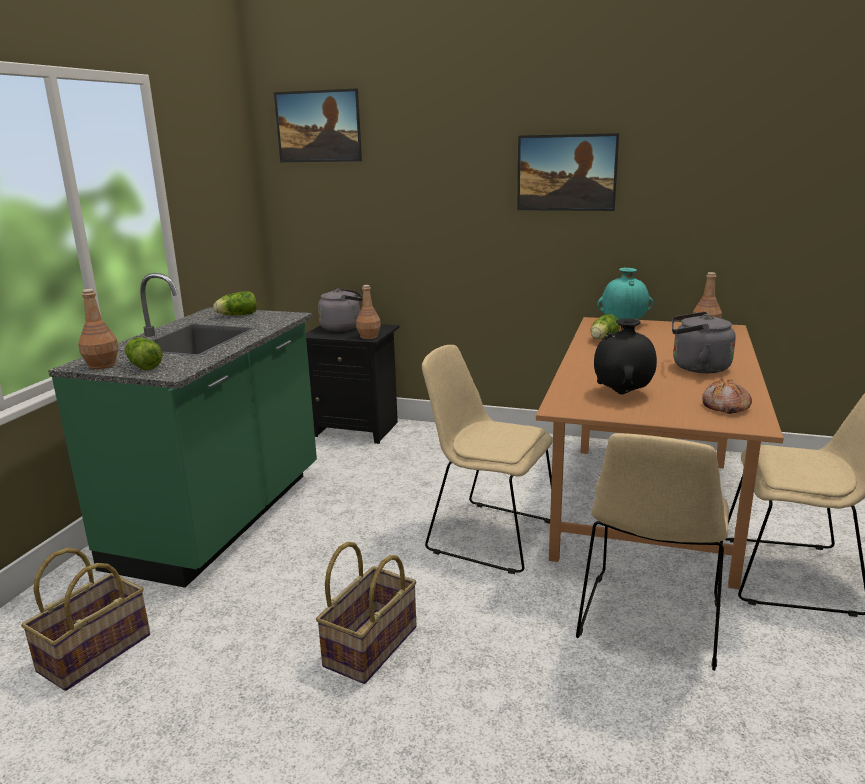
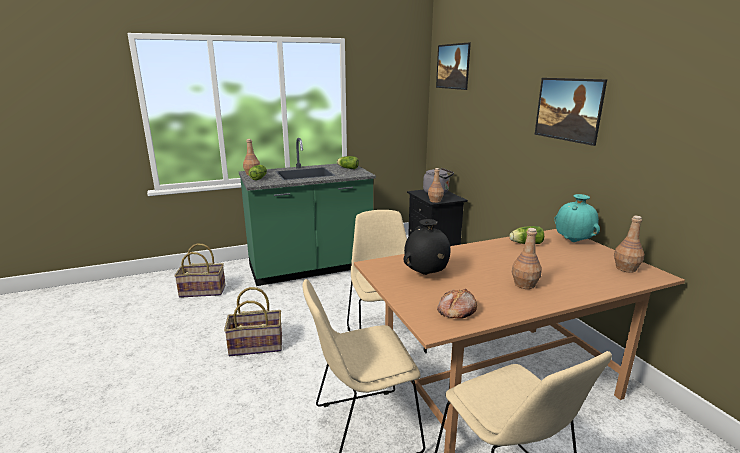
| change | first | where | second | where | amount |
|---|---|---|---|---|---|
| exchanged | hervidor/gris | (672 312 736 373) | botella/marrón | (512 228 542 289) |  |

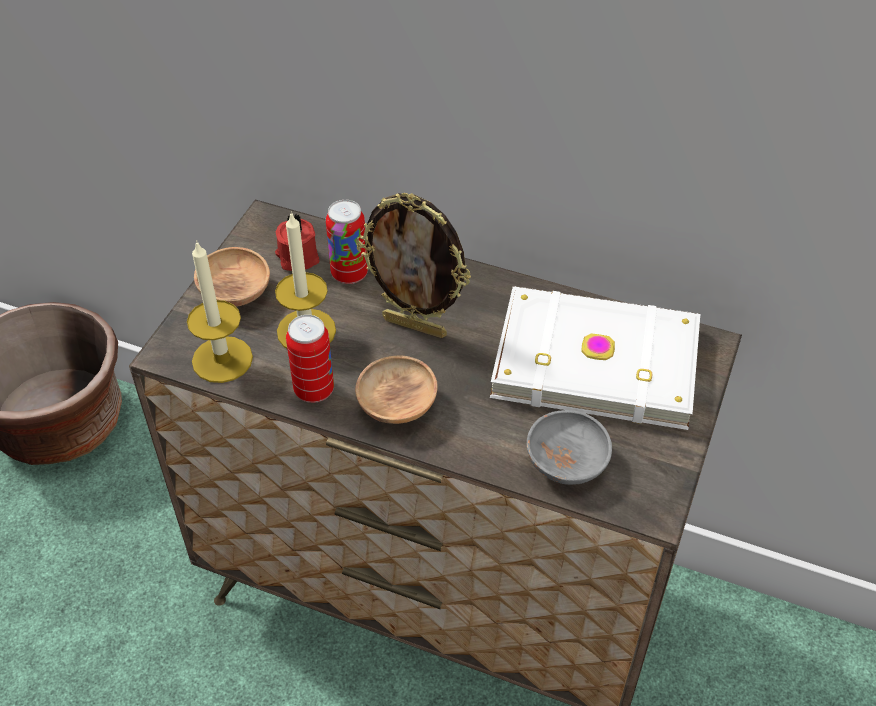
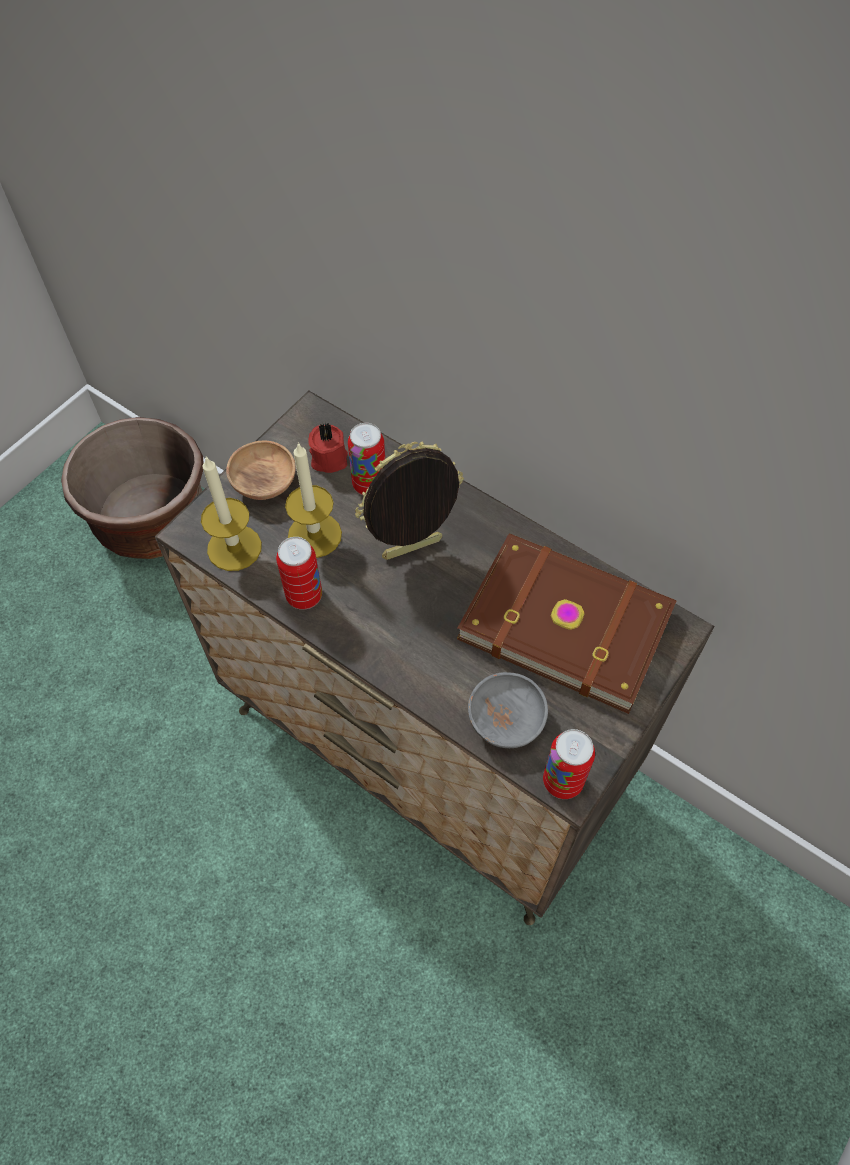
| change | first | where | second | where | amount |
|---|---|---|---|---|---|
| spun | portarretratos | (356 193 471 338) |  | (355 442 464 560) | 120 degrees clockwise |
| colour | libro/blanco | (490 286 700 430) | libro/marrón | (457 533 677 714) |  |
| missing | cuenco/marrón | (355 356 438 424) |  |  |  |
| appeared |  |  | lata | (543 729 595 799) |  |

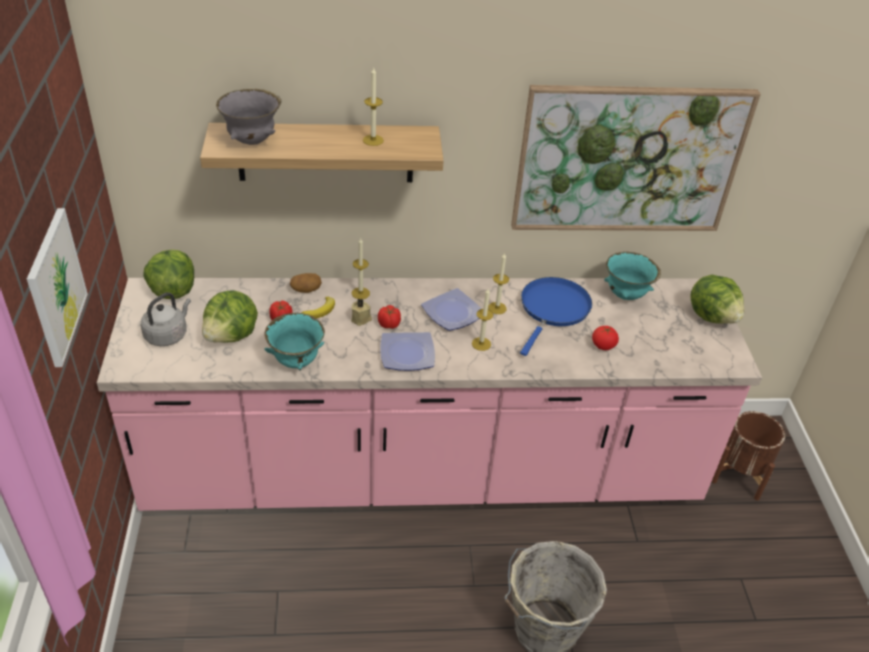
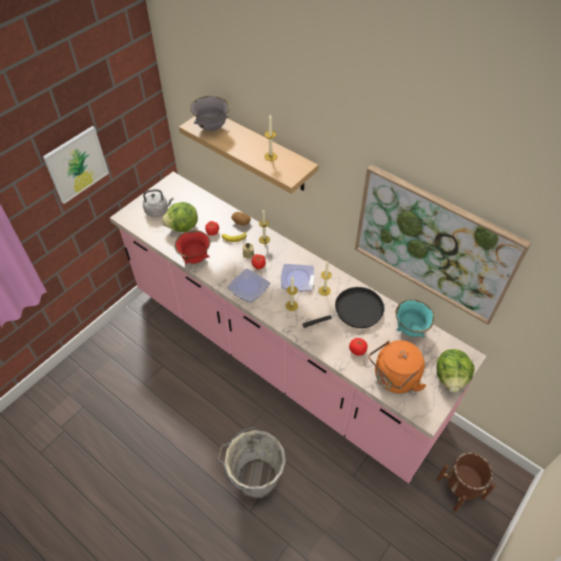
| change | first | where | second | where | amount |
|---|---|---|---|---|---|
| missing | lechuga | (143 249 194 299) |  |  |  |
| colour | sartén/azul | (520 277 592 356) | sartén/negro | (302 287 385 328) |  |
| colour | cuenco/turquesa | (264 313 325 370) | cuenco/rojo | (174 230 210 264) |  |
| appeared |  |  | hervidor/naranja | (369 340 426 394) |  |

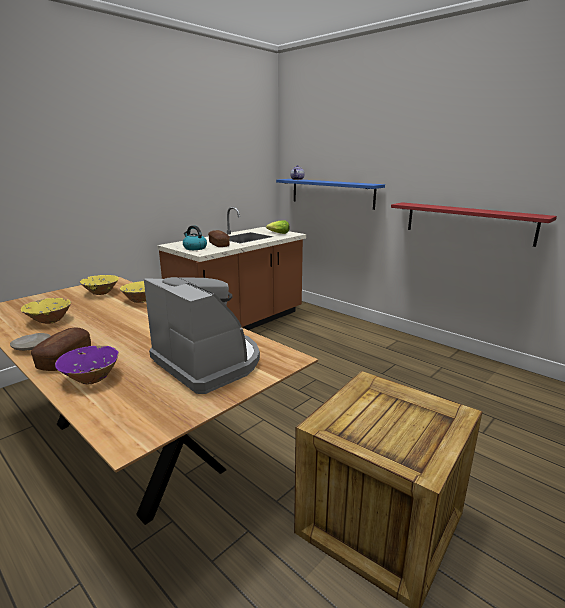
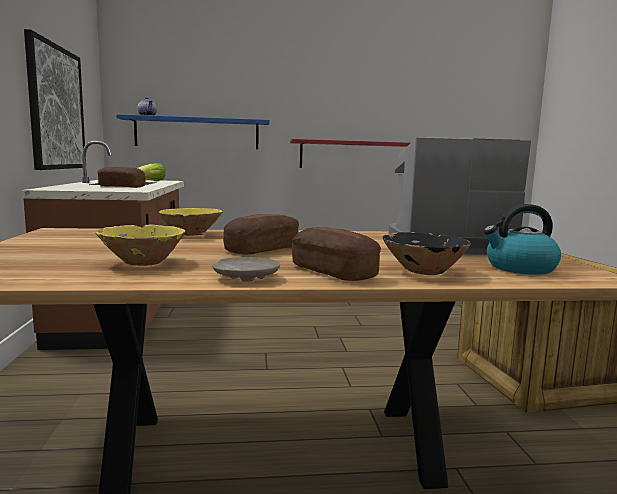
| change | first | where | second | where | amount |
|---|---|---|---|---|---|
| relocated | hervidor | (183 225 207 250) |  | (484 204 561 275) |  |
| missing | cuenco/amarillo | (80 275 119 295) |  |  |  |
| colour | cuenco/morado | (55 345 119 385) | cuenco/negro | (383 232 471 275) |  |
| appeared |  |  | cuadro | (24 29 85 170) |  |
| appeared |  |  | pan | (223 214 299 254) |  |

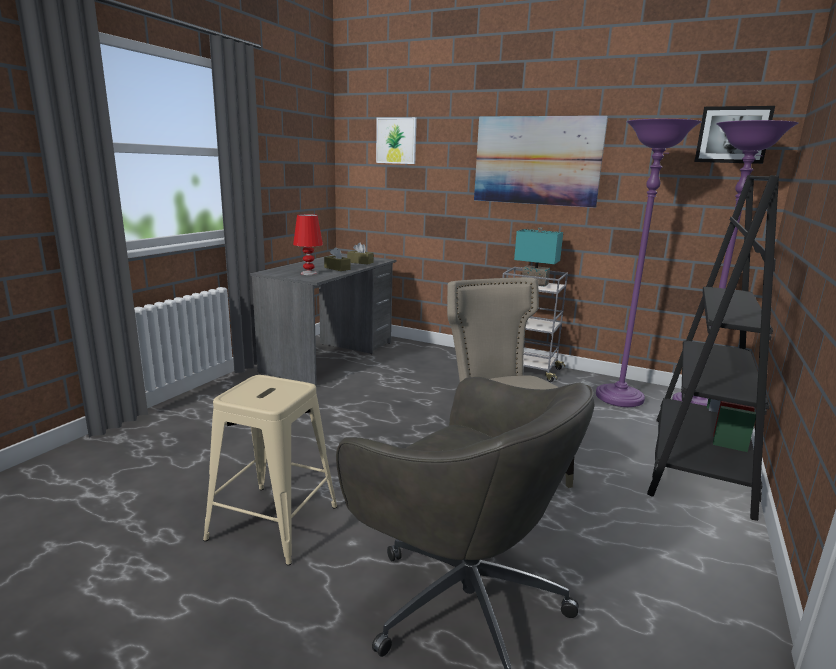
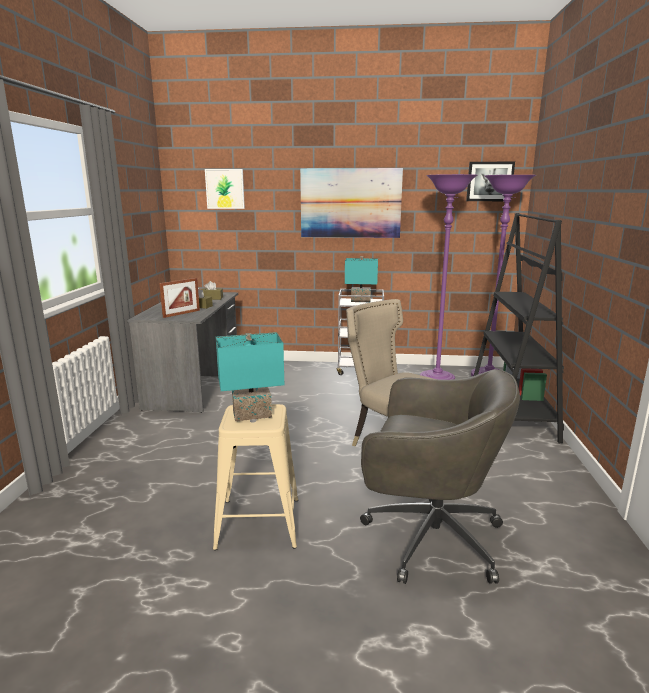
| change | first | where | second | where | amount |
|---|---|---|---|---|---|
| exchanged | lámpara de mesa/rojo | (293 214 323 275) | portarretratos | (159 278 200 318) |  |
| appeared |  |  | lámpara de mesa/turquesa | (216 332 284 421) |  |

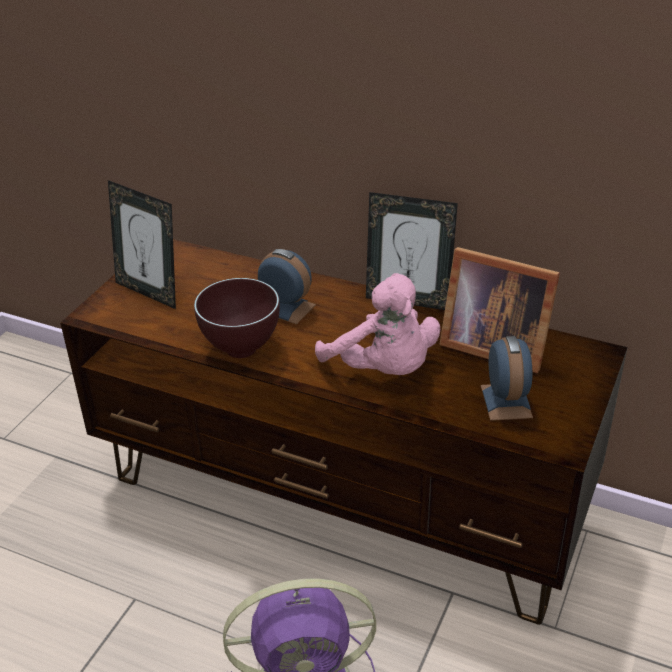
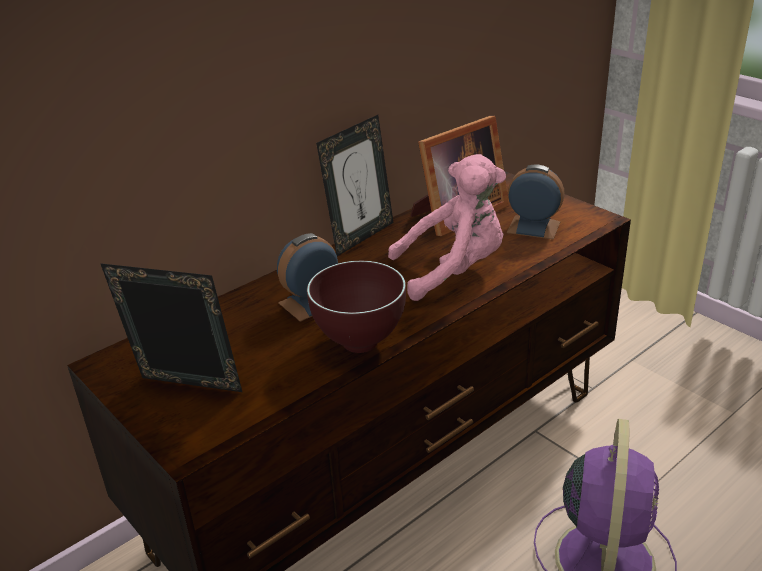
| change | first | where | second | where | amount |
|---|---|---|---|---|---|
| spun | portarretratos | (108 180 176 309) |  | (100 263 242 392) | 135 degrees counterclockwise |

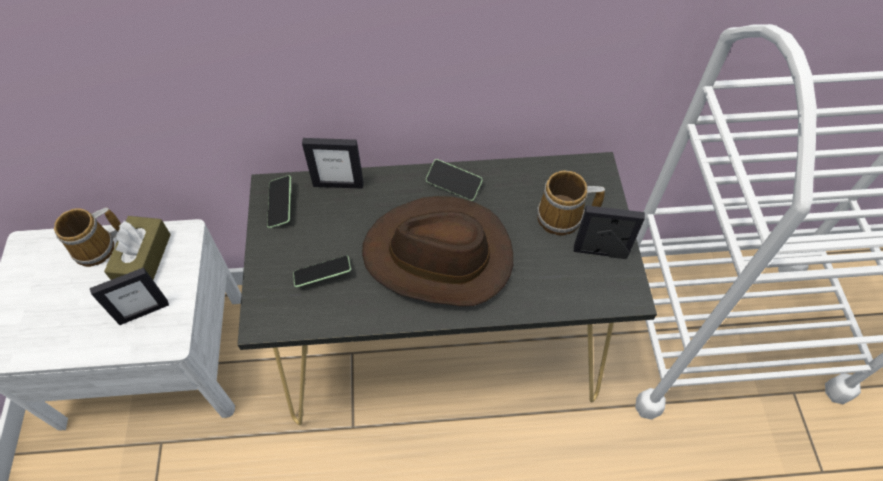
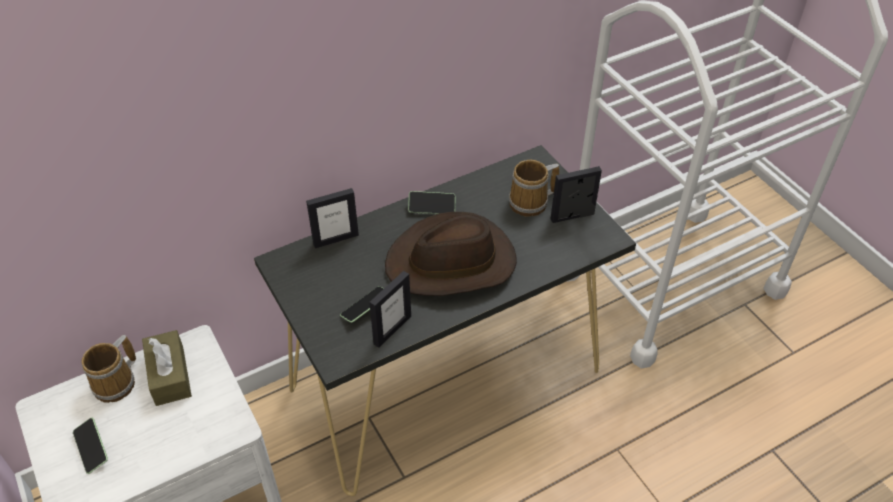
| change | first | where | second | where | amount |
|---|---|---|---|---|---|
| relocated | móvil | (267 175 291 228) |  | (73 418 108 474) |  |
| relocated | portarretratos | (90 267 169 325) |  | (369 271 411 348) |  |

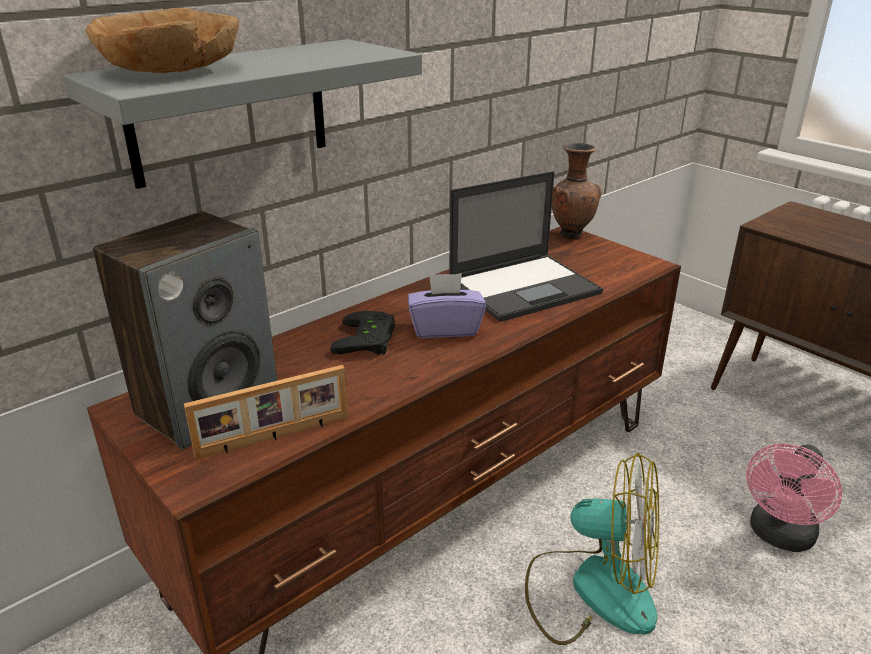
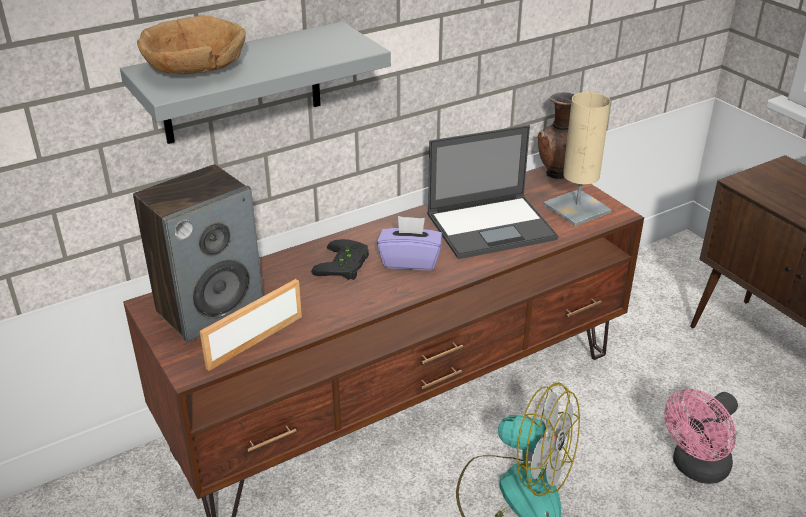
| change | first | where | second | where | amount |
|---|---|---|---|---|---|
| spun | portarretratos | (184 365 348 460) |  | (200 279 302 371) | 150 degrees clockwise |
| appeared |  |  | lámpara de mesa/beis | (544 92 611 226) |  |

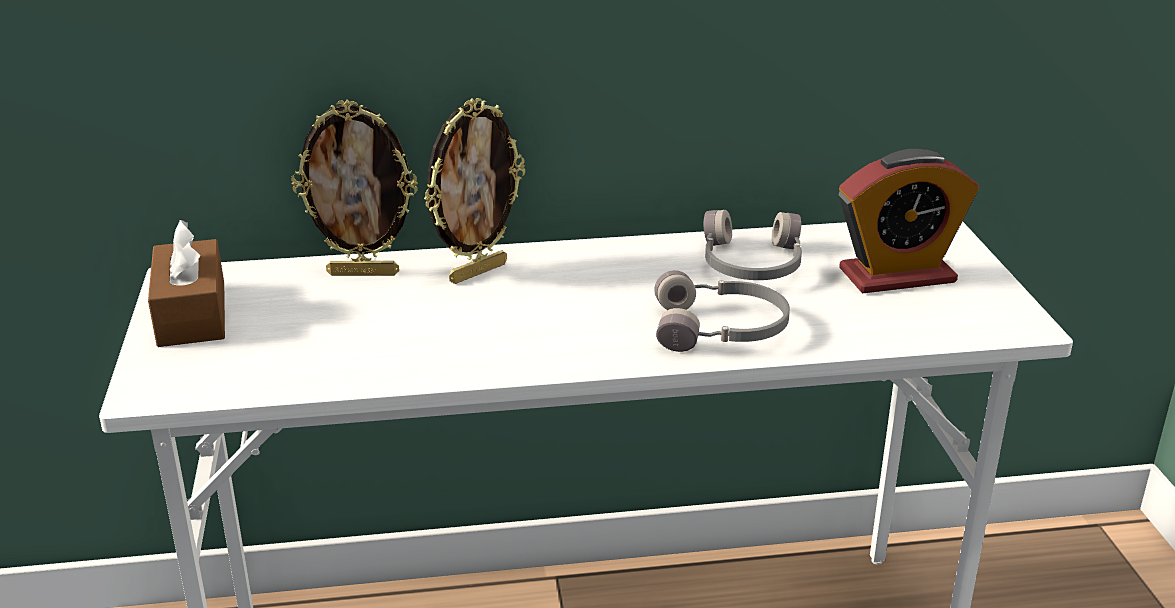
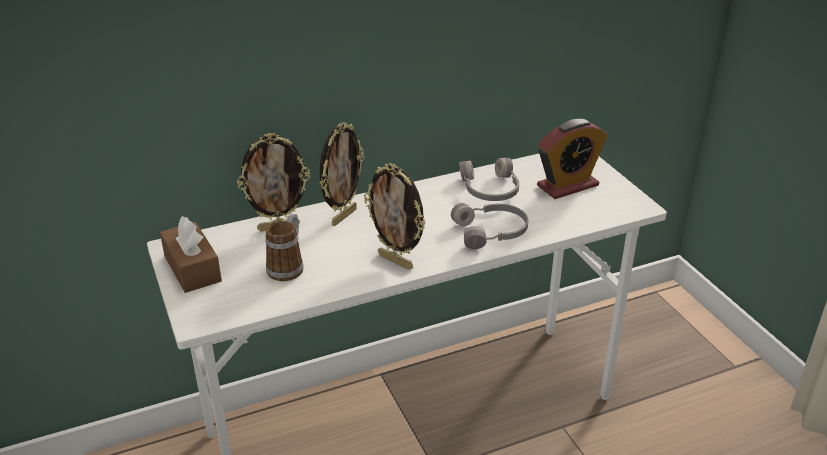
| change | first | where | second | where | amount |
|---|---|---|---|---|---|
| appeared |  |  | portarretratos | (364 163 426 270) |  |
| appeared |  |  | taza grande | (266 213 303 281) |  |

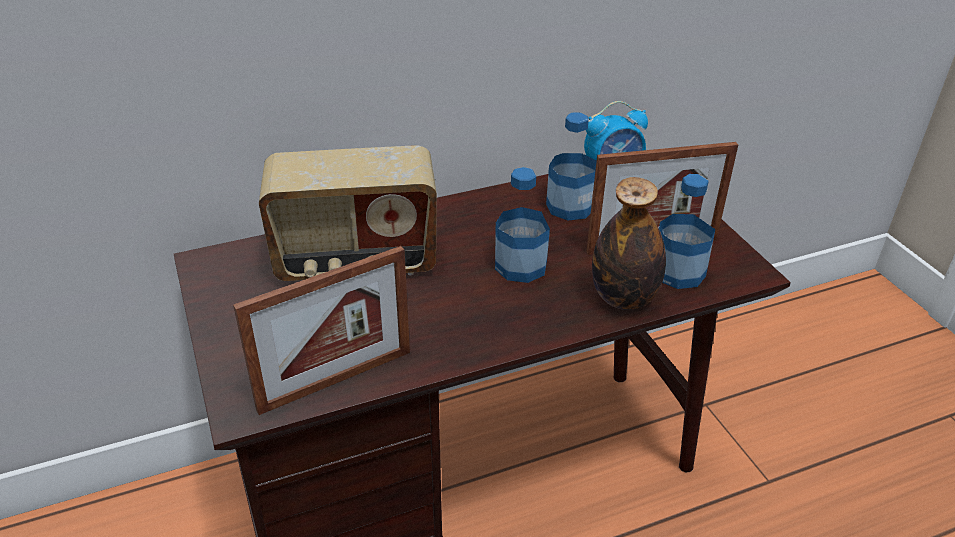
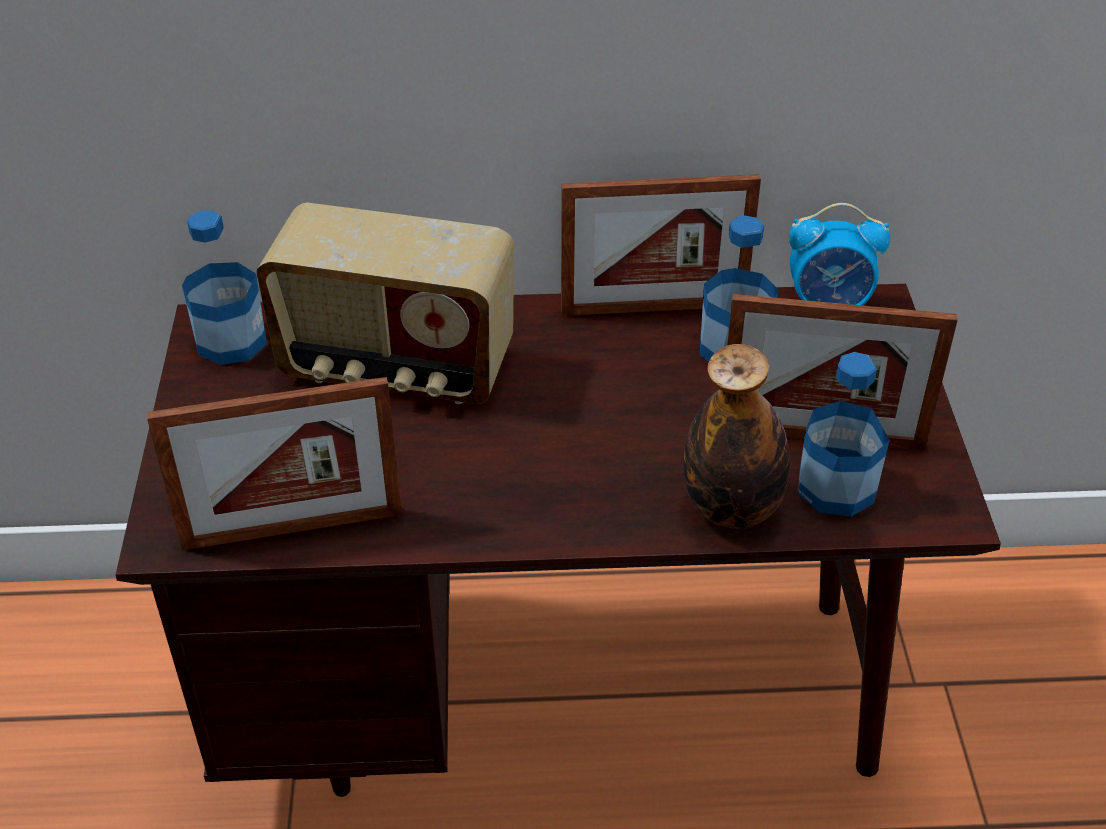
| change | first | where | second | where | amount |
|---|---|---|---|---|---|
| relocated | botella | (495 167 550 283) |  | (182 210 267 365) |  |
| appeared |  |  | portarretratos | (561 174 761 316) |  |

